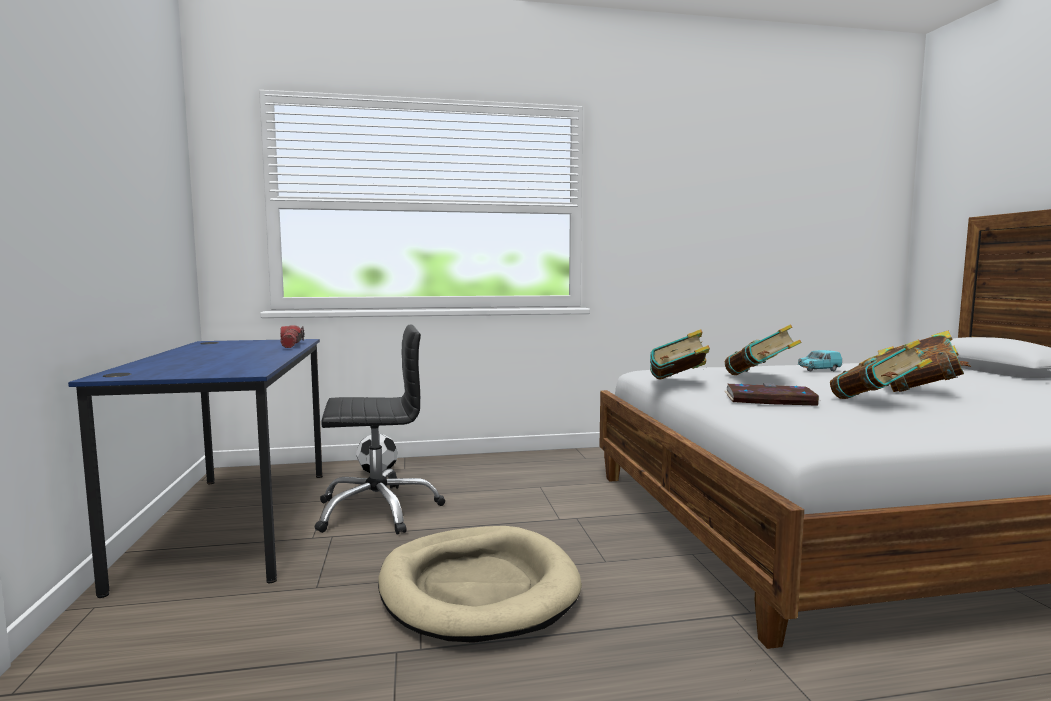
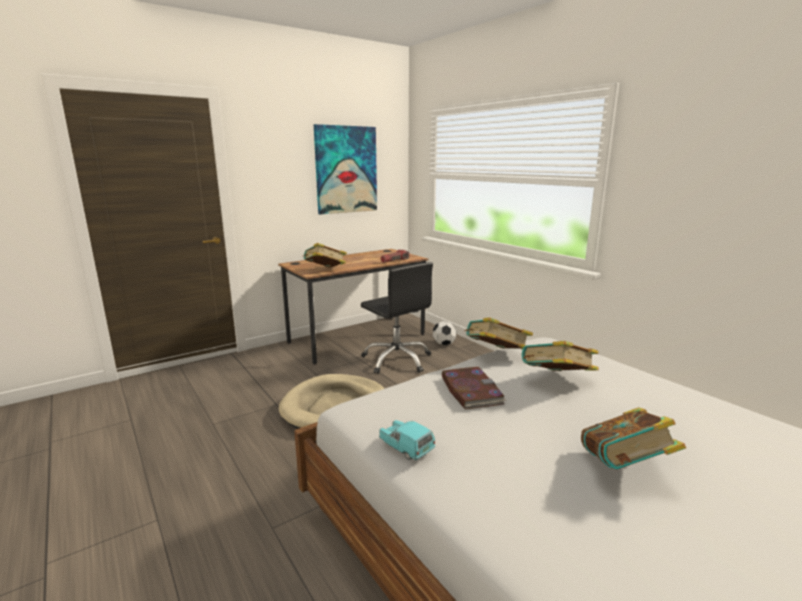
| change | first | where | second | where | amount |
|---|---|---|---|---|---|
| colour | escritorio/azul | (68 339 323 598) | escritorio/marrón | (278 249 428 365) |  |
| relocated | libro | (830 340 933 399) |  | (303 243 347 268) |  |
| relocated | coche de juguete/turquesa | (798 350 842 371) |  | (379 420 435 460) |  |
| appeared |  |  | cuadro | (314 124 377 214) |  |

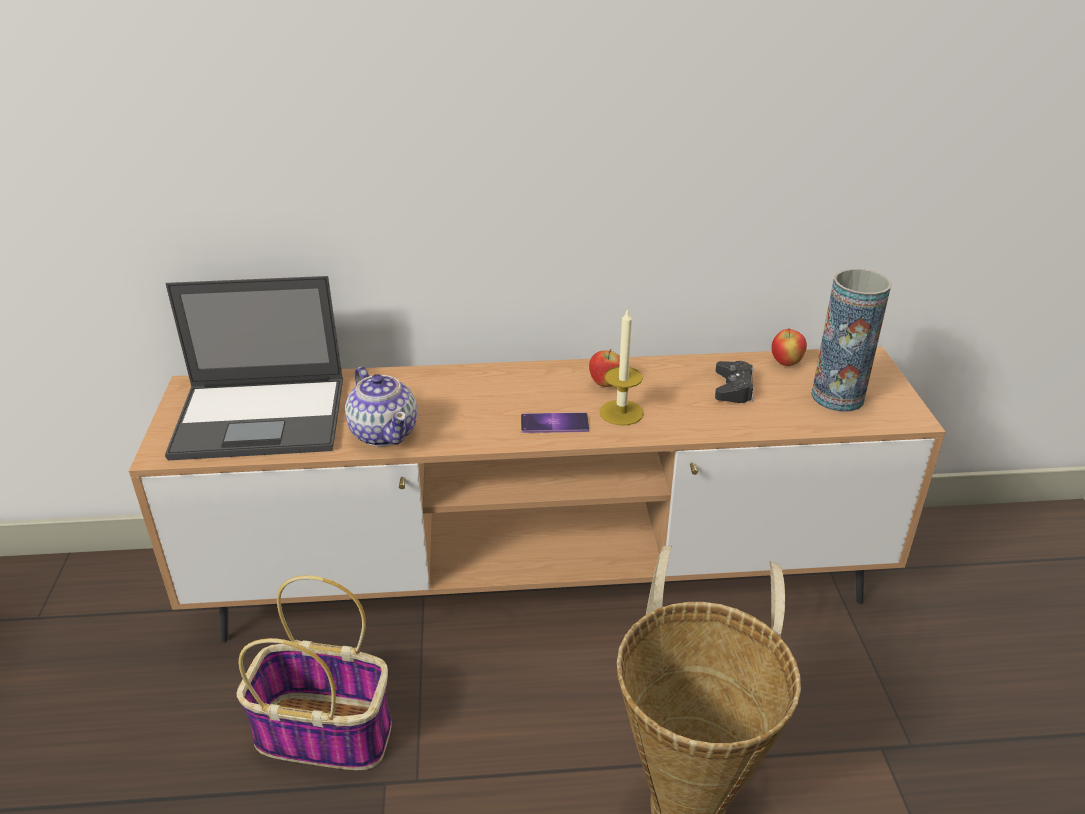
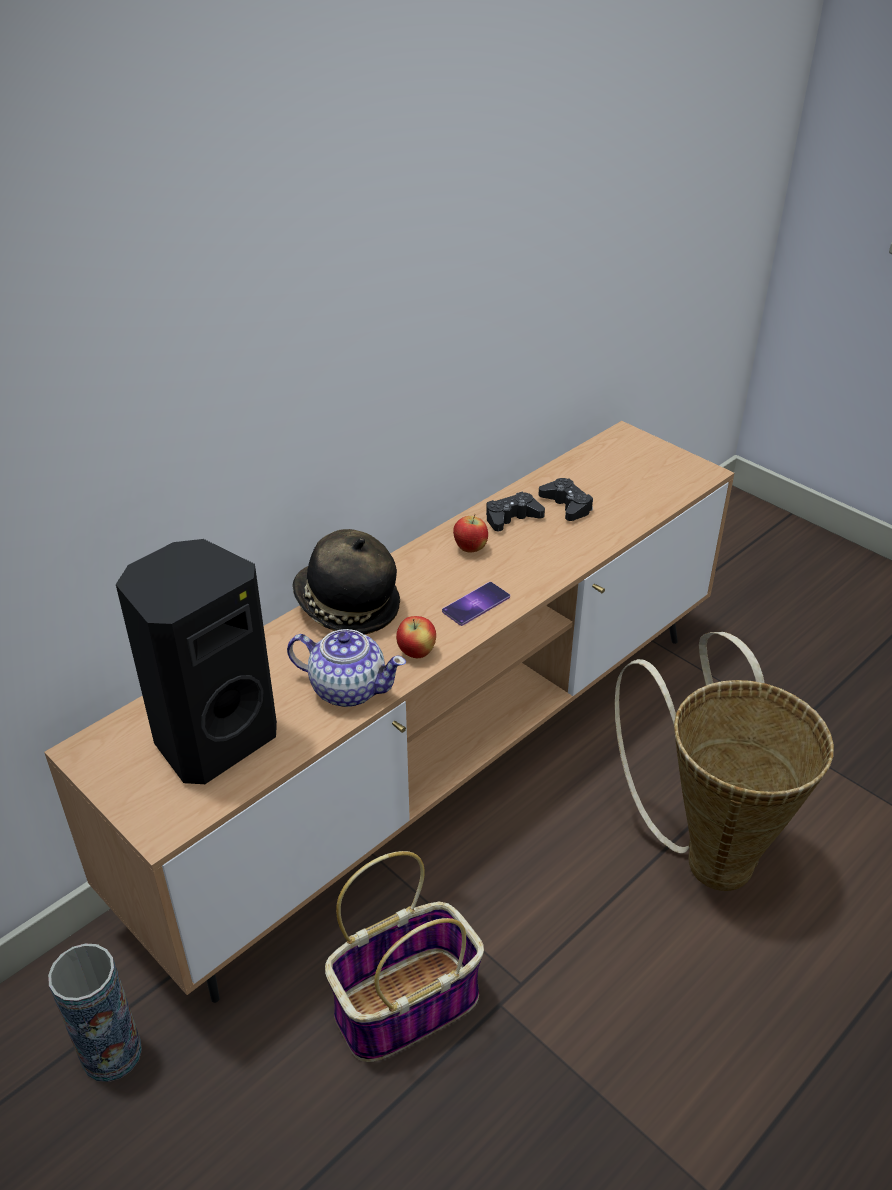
| change | first | where | second | where | amount |
|---|---|---|---|---|---|
| relocated | florero | (811 269 892 412) |  | (48 943 142 1082) |  |
| exchanged | portátil | (165 276 343 460) | altavoz/negro | (116 539 277 784) |  |
| missing | vela | (600 308 644 426) |  |  |  |
| relocated | manzana | (771 328 807 366) |  | (396 616 436 658) |  |
| appeared |  |  | mando de consola/negro | (486 492 545 531) |  |
| appeared |  |  | sombrero | (292 529 400 634) |  |

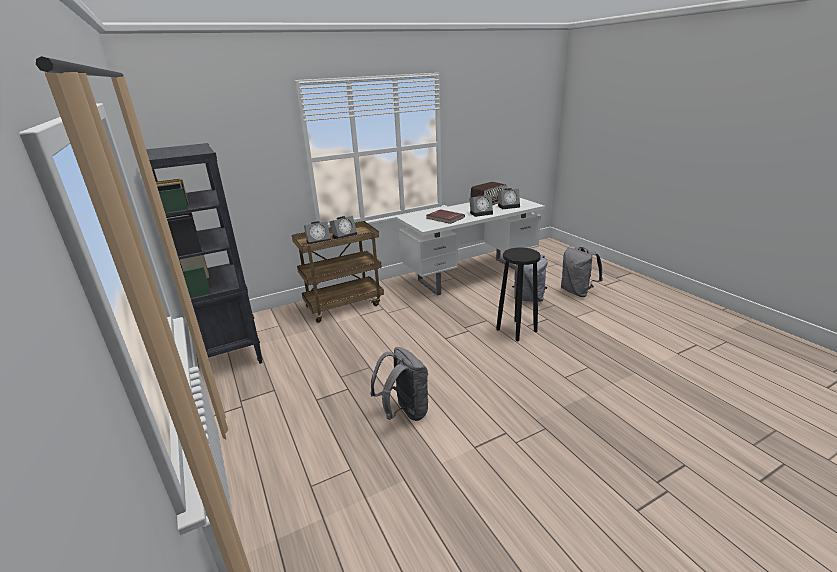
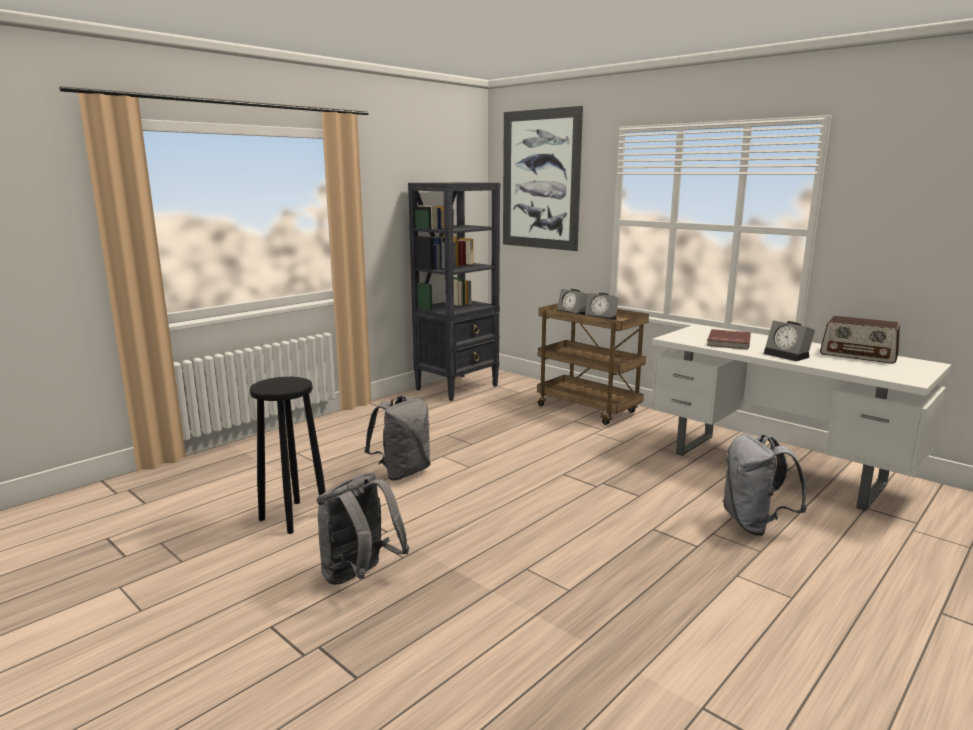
| change | first | where | second | where | amount |
|---|---|---|---|---|---|
| missing | despertador | (498 188 520 209) |  |  |  |
| relocated | mochila/gris | (561 247 603 297) |  | (317 472 410 585) |  |
| relocated | taburete/negro | (496 248 541 341) |  | (250 377 326 534) |  |
| appeared |  |  | cuadro | (503 106 583 251) |  |

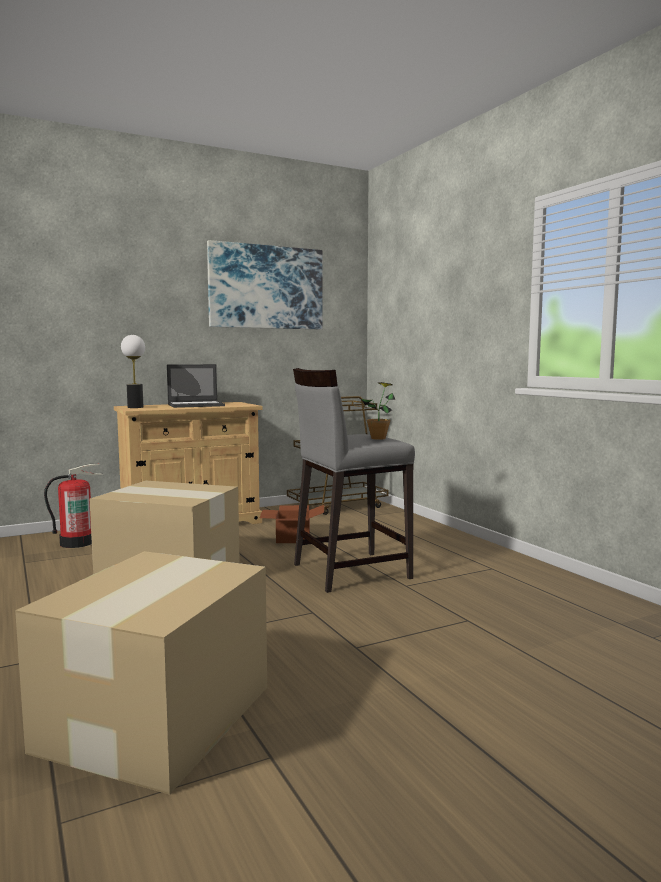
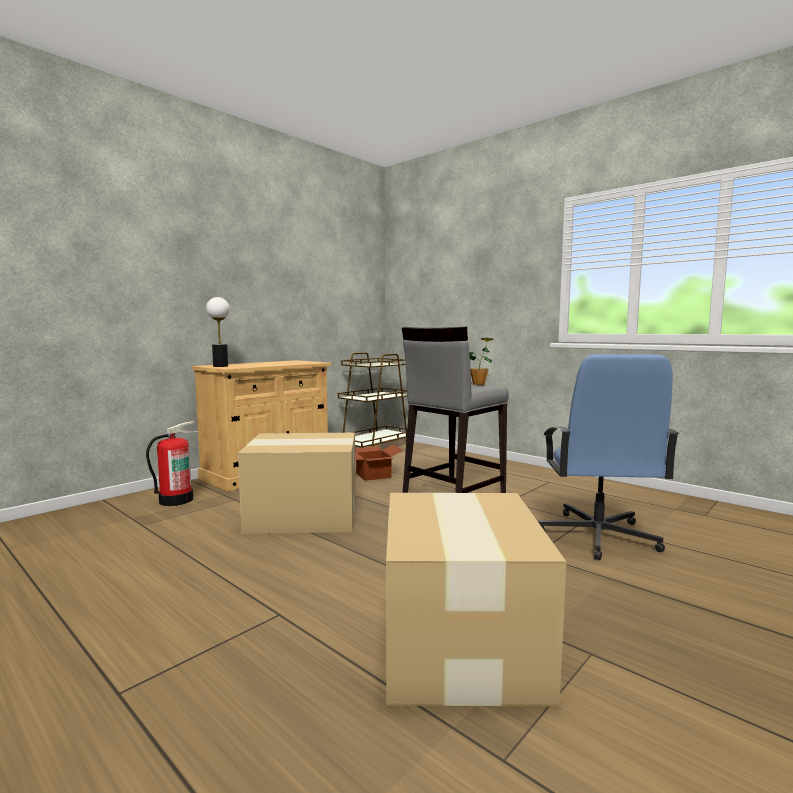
| change | first | where | second | where | amount |
|---|---|---|---|---|---|
| missing | cuadro | (207 240 323 329) |  |  |  |
| missing | portátil | (167 364 225 408) |  |  |  |
| appeared |  |  | silla de oficina/azul | (538 354 680 560) |  |

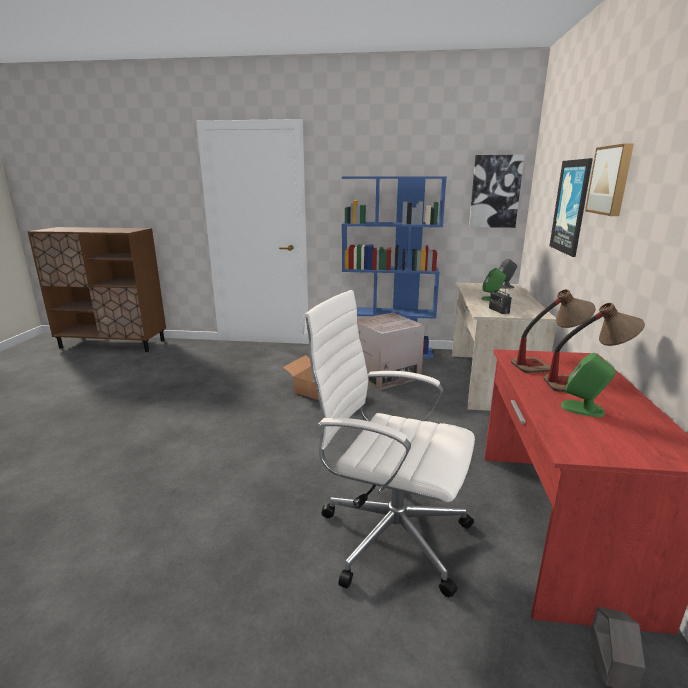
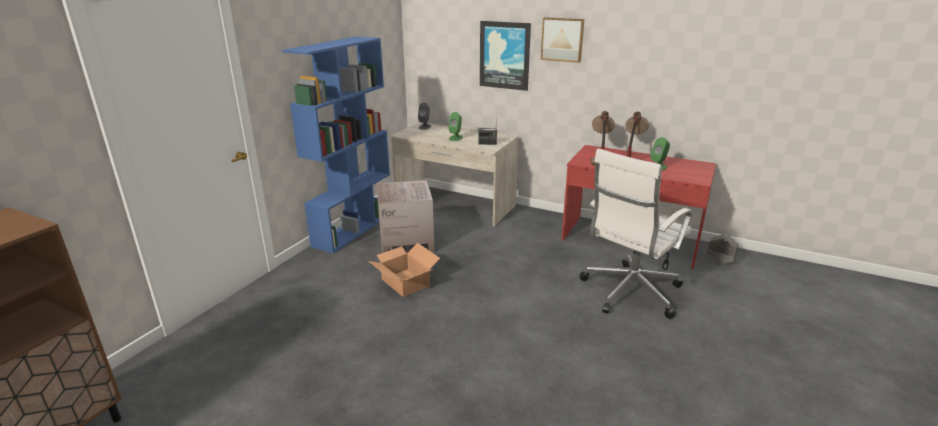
| change | first | where | second | where | amount |
|---|---|---|---|---|---|
| missing | cuadro | (469 155 525 228) |  |  |  |

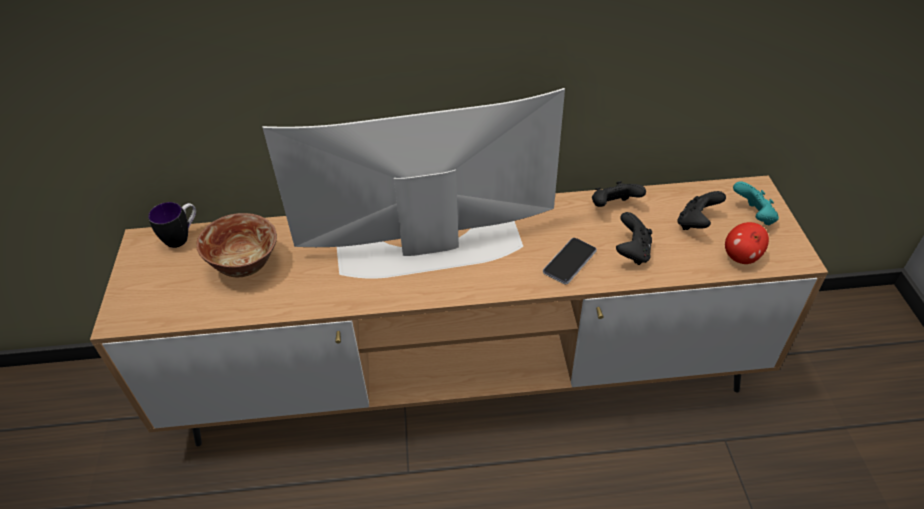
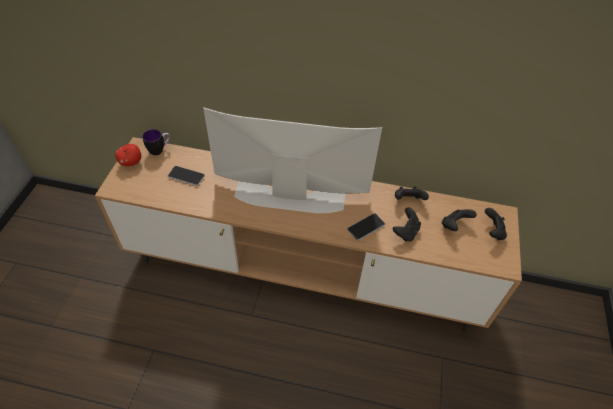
| change | first | where | second | where | amount |
|---|---|---|---|---|---|
| colour | mando de consola/turquesa | (733 181 779 225) | mando de consola/negro | (485 208 507 240) |  |
| exchanged | cuenco | (196 213 277 277) | móvil | (168 166 205 186) |  |
| relocated | manzana | (725 222 769 264) |  | (115 144 141 166) |  |

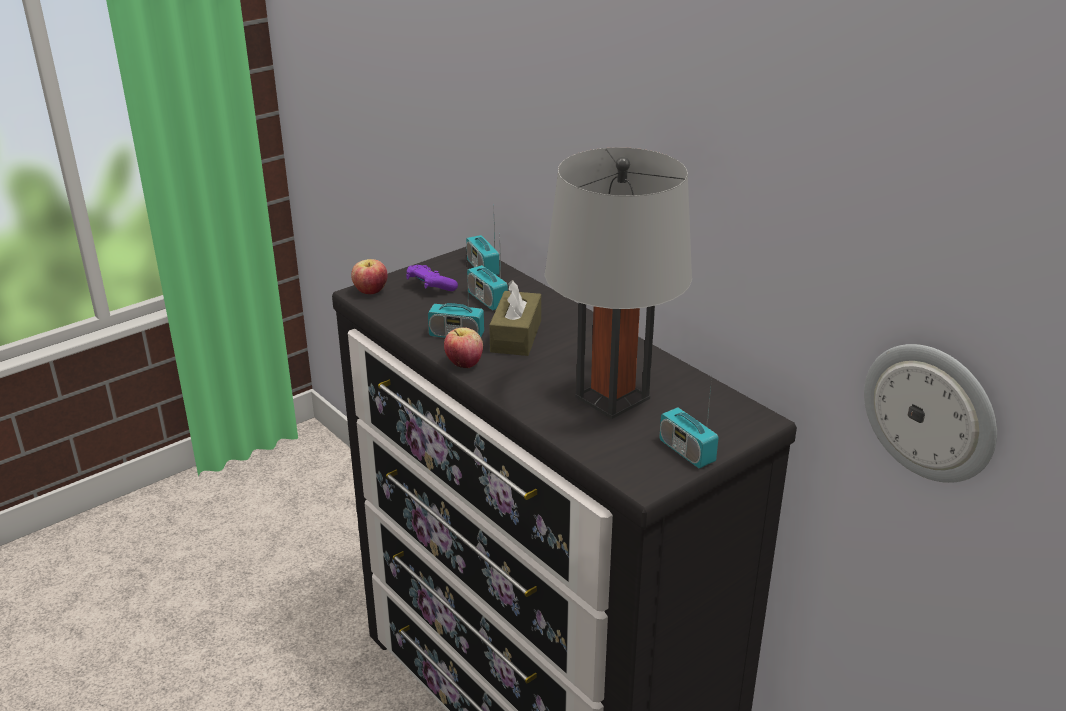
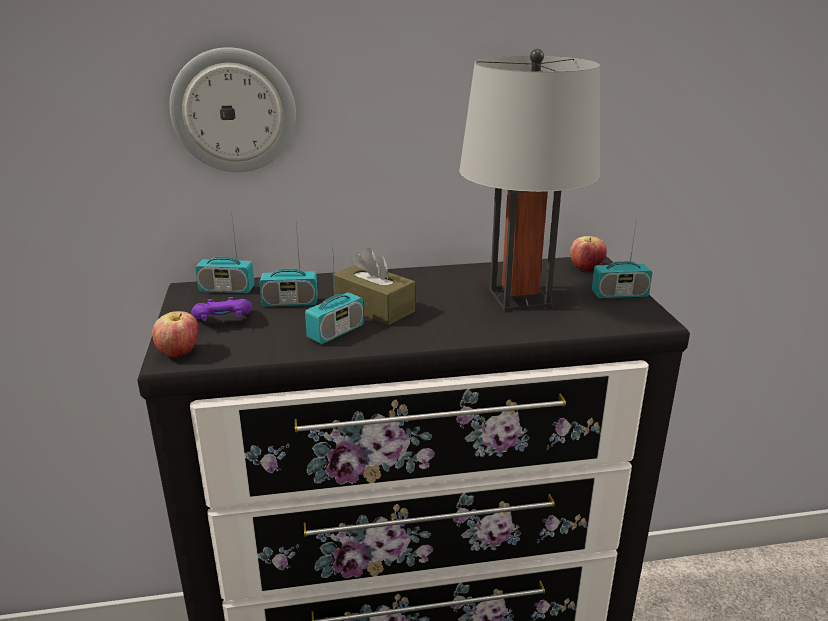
| change | first | where | second | where | amount |
|---|---|---|---|---|---|
| relocated | manzana | (444 327 483 368) |  | (570 236 607 271) |  |
| relocated | reloj de pared | (864 344 997 483) |  | (169 47 296 172) |  |

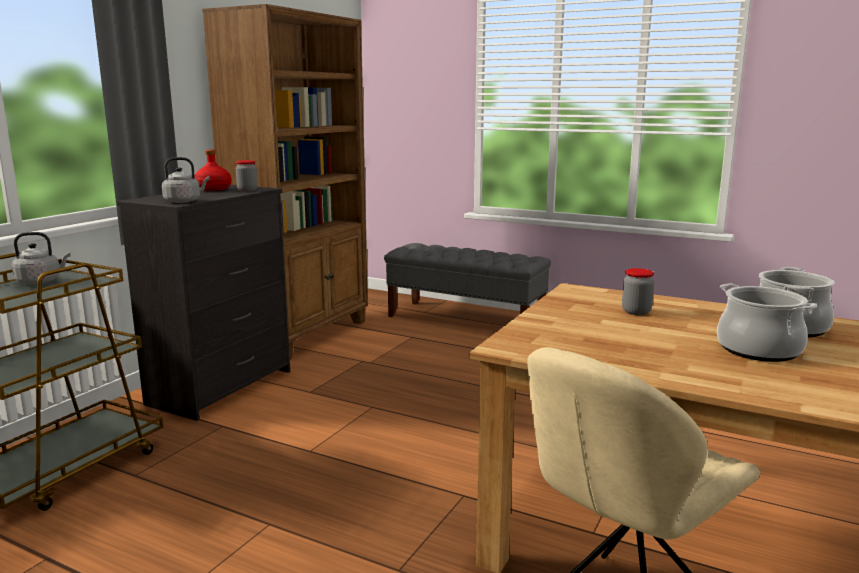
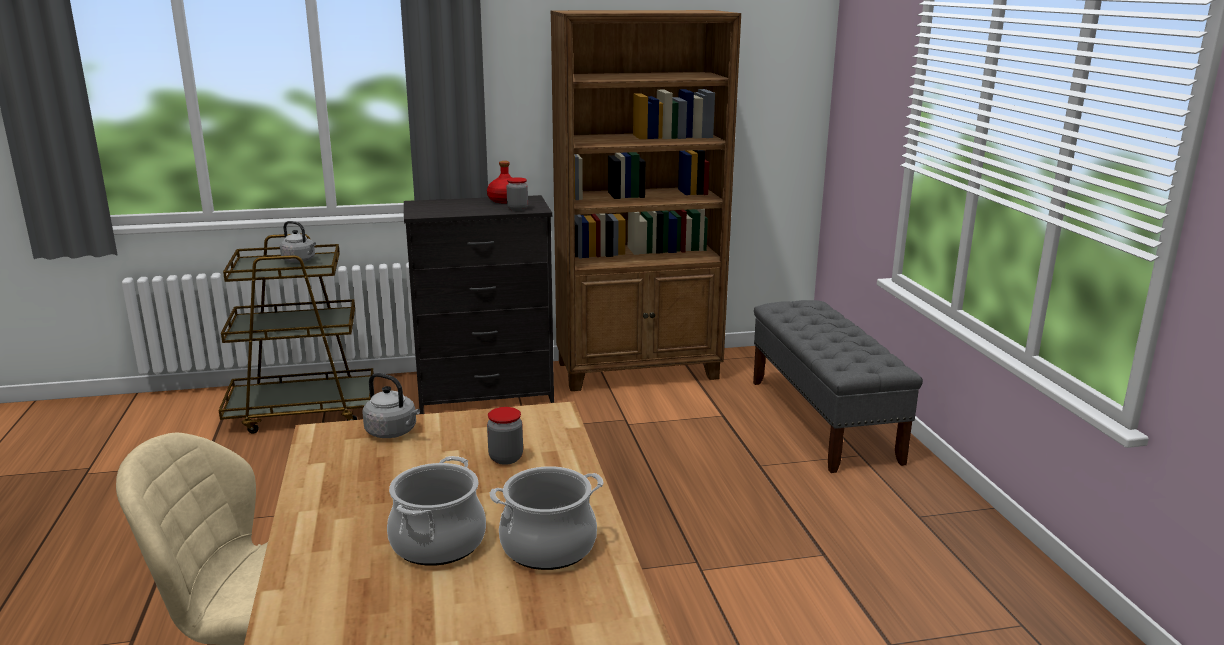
| change | first | where | second | where | amount |
|---|---|---|---|---|---|
| relocated | hervidor/gris | (162 157 210 203) |  | (362 373 420 438) |  |

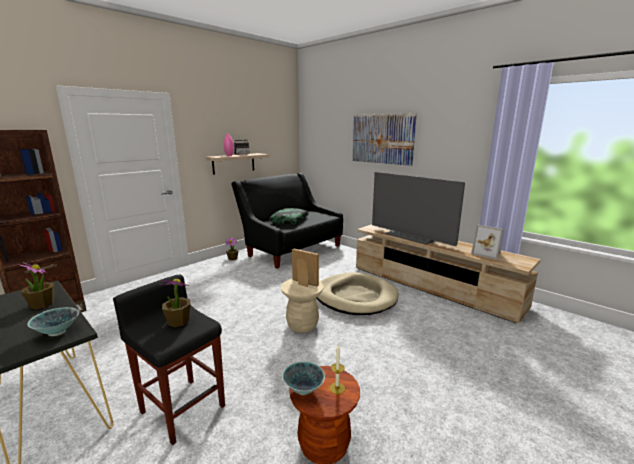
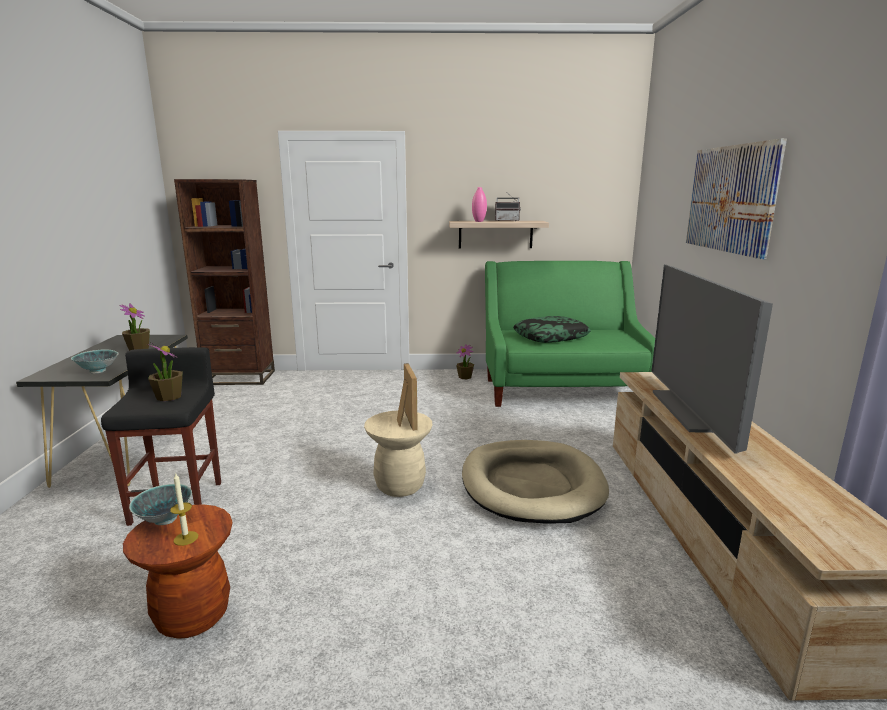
| change | first | where | second | where | amount |
|---|---|---|---|---|---|
| colour | sofá/negro | (231 173 343 269) | sofá/verde | (485 261 655 407) |  |
| missing | portarretratos | (471 224 504 260) |  |  |  |

